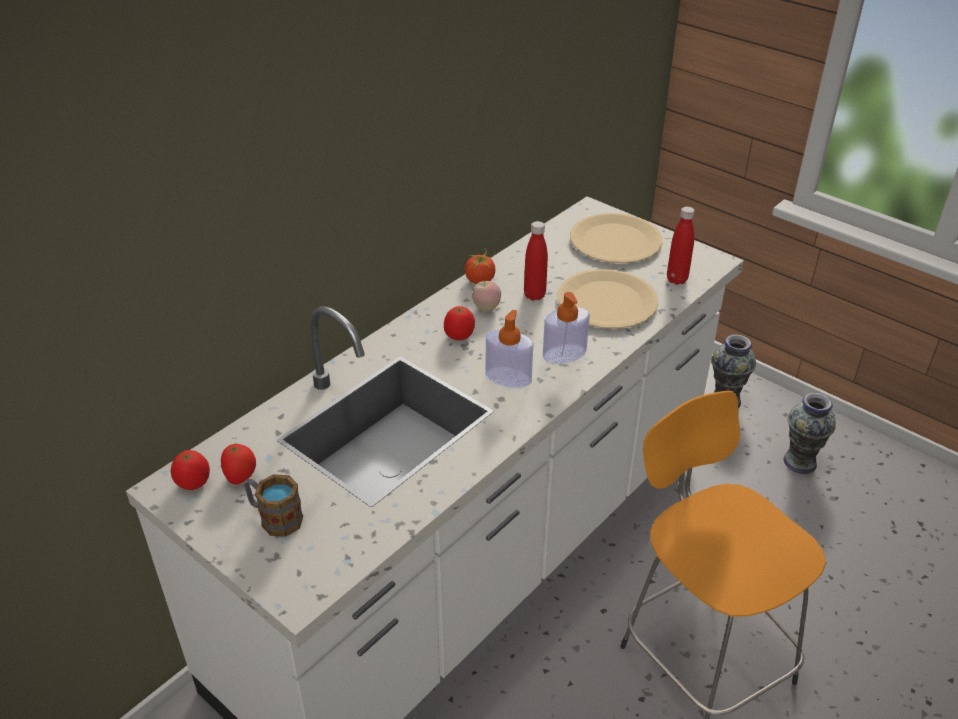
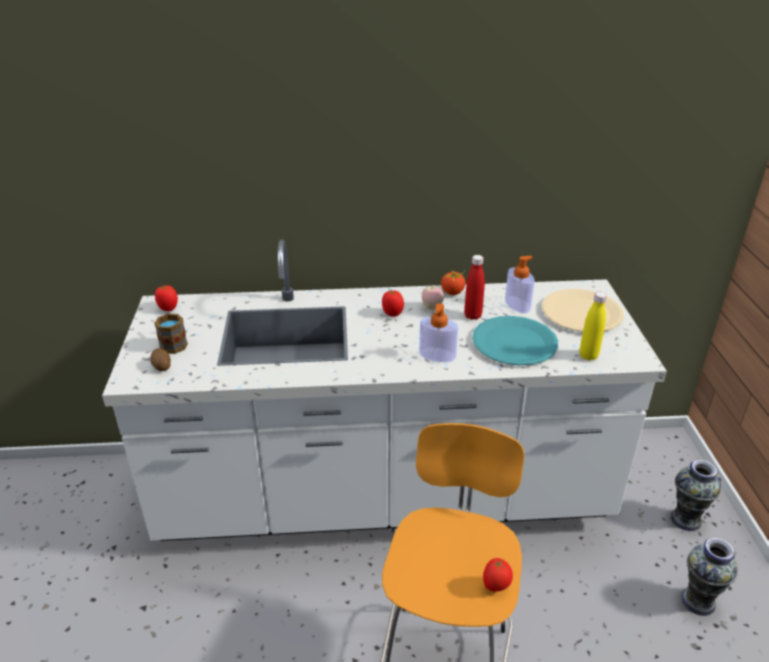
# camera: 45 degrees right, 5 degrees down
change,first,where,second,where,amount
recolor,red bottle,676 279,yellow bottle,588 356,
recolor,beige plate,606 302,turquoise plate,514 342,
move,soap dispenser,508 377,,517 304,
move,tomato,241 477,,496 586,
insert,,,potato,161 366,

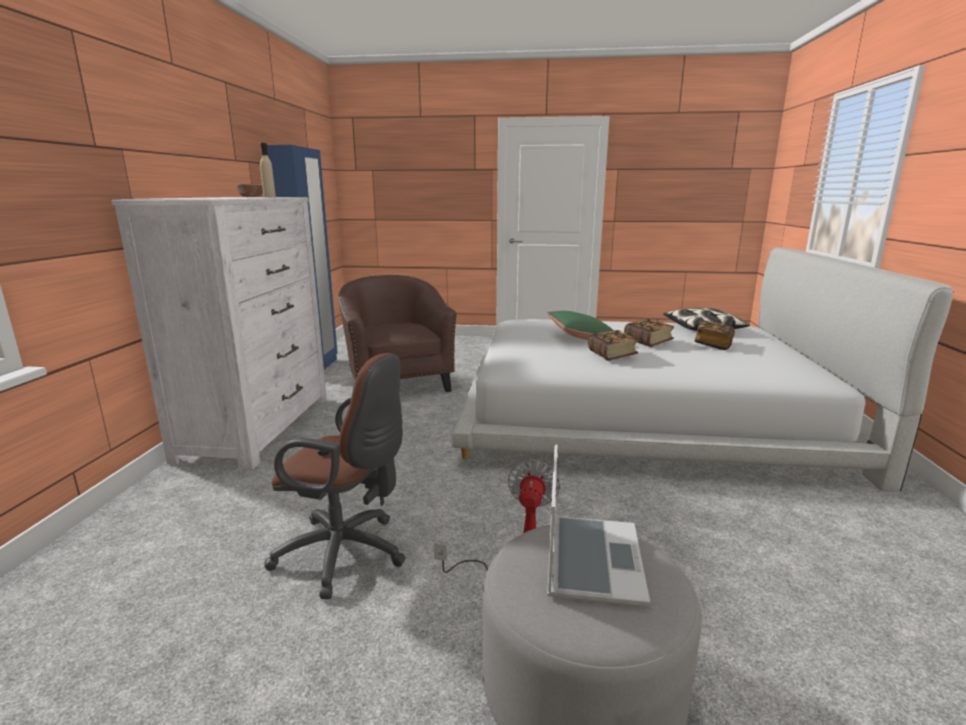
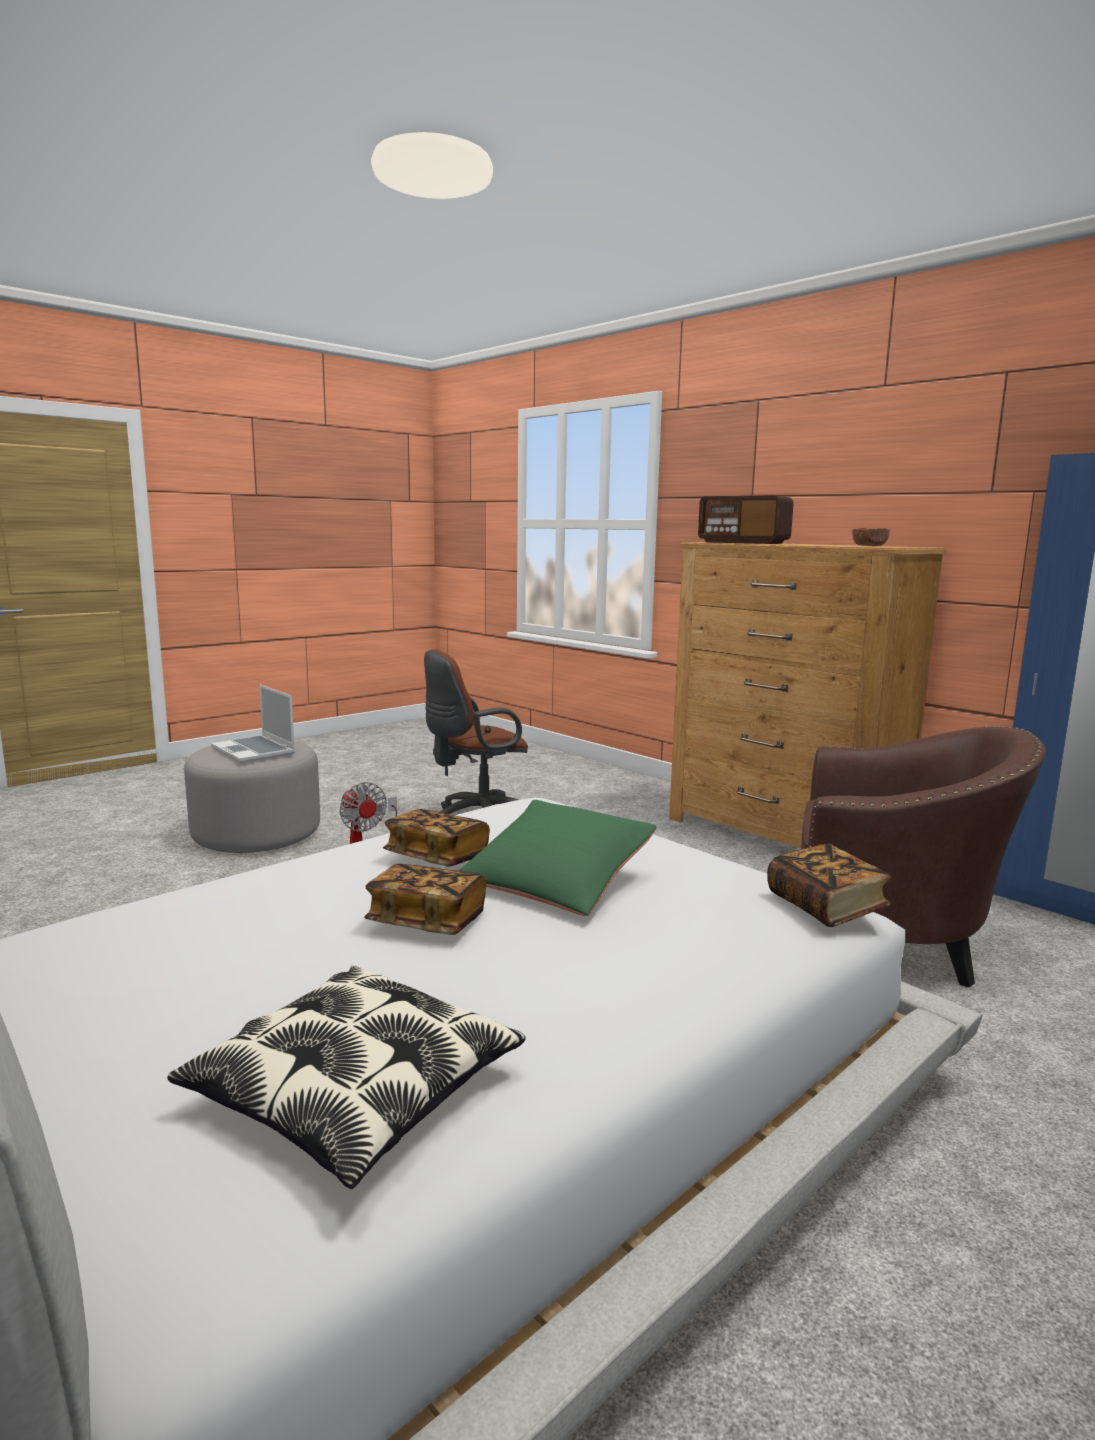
# camera: 130 degrees right, 5 degrees down
change,first,where,second,where,amount
delete,beige bottle,269 197,,,
recolor,white dresser,258 427,brown dresser,783 834,
move,book,713 344,,825 906,
insert,,,radio,743 543,

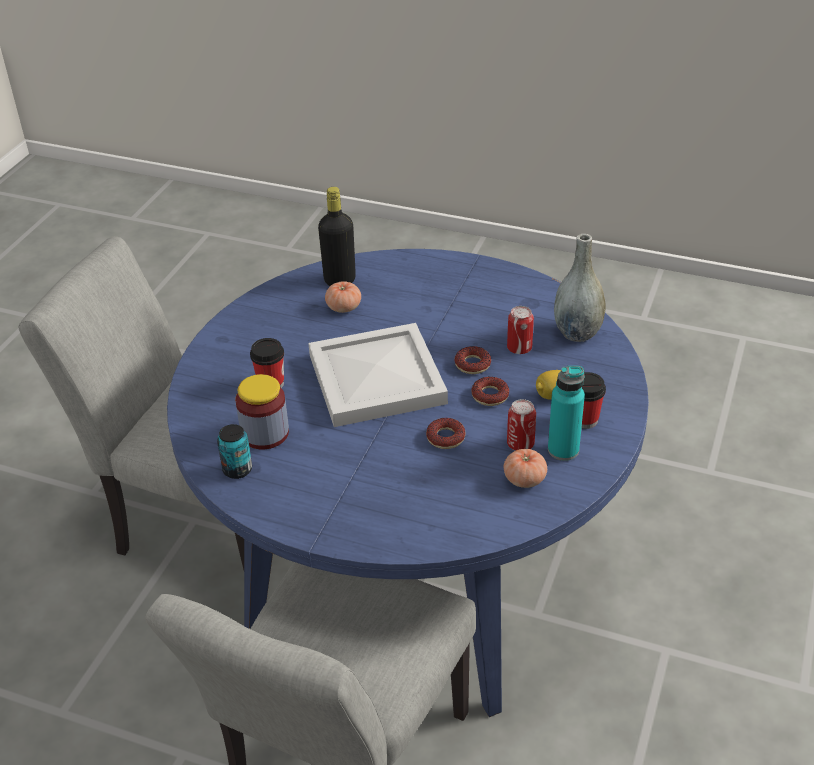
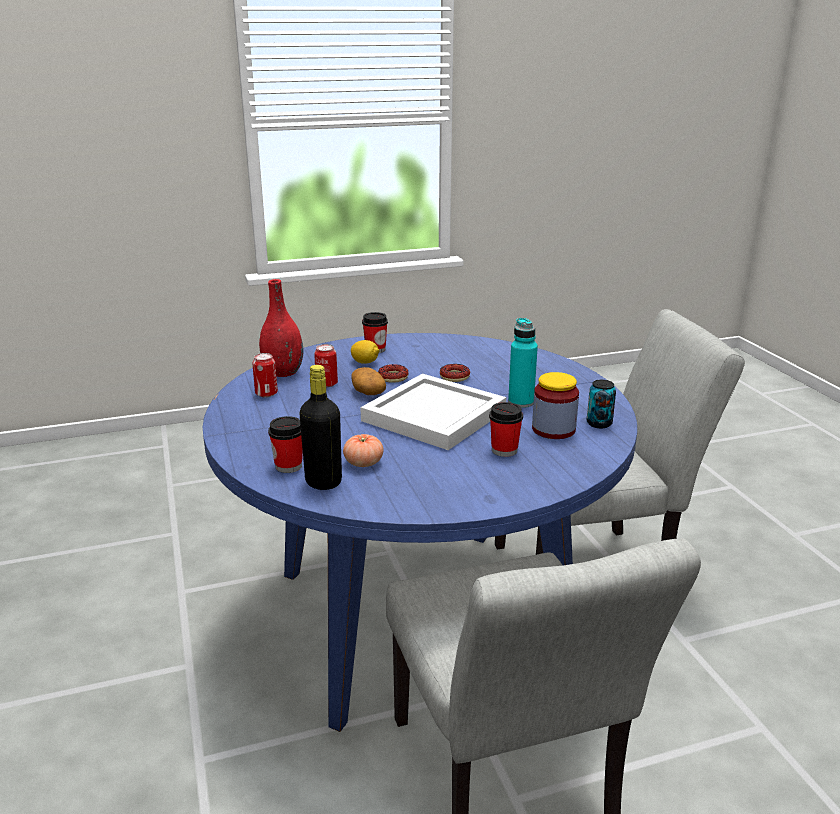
# camera: 130 degrees left, 15 degrees down
change,first,where,second,where,amount
recolor,grey vase,577 333,red vase,283 373,
replace,donut,472 364,potato,367 392,
move,turquoise bottle,563 450,,521 402,
move,can,520 444,,266 394,
delete,tomato,524 479,,,
insert,,,cup,288 466,

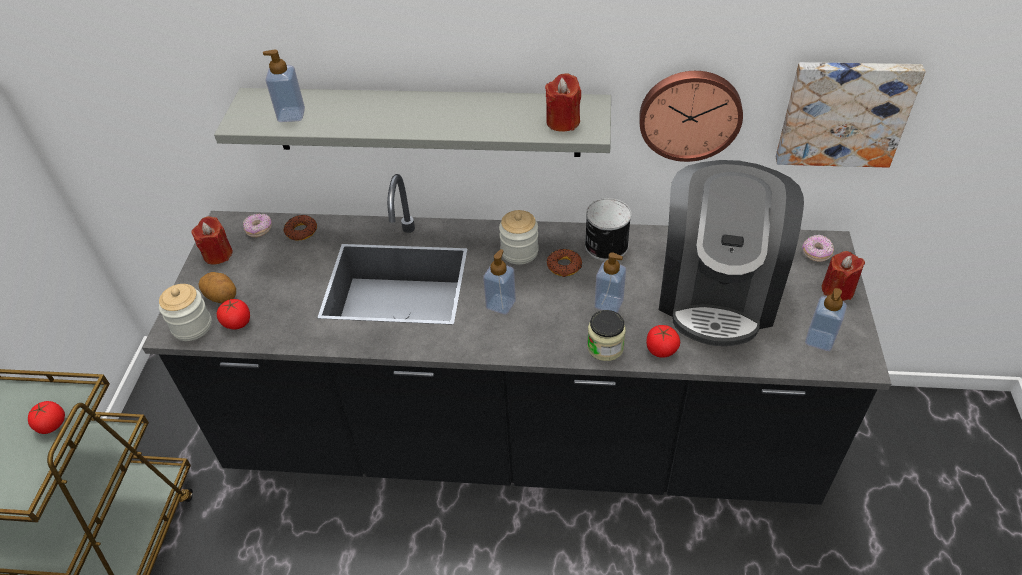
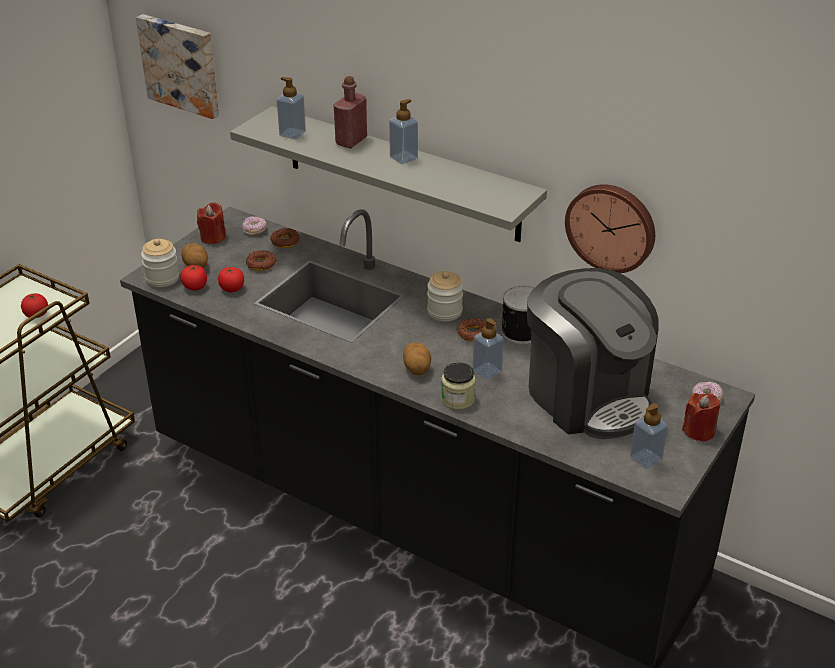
# camera: 25 degrees right, 10 degrees down
change,first,where,second,where,amount
move,picture,844 112,,181 64,
delete,red candle,563 122,,,
rotate,coffee machine,717 293,,587 396,75 degrees counterclockwise
move,soap dispenser,501 304,,403 158,
move,tomato,661 350,,232 288,
insert,,,red bottle,351 141,
insert,,,donut,261 264,
insert,,,potato,417 369,

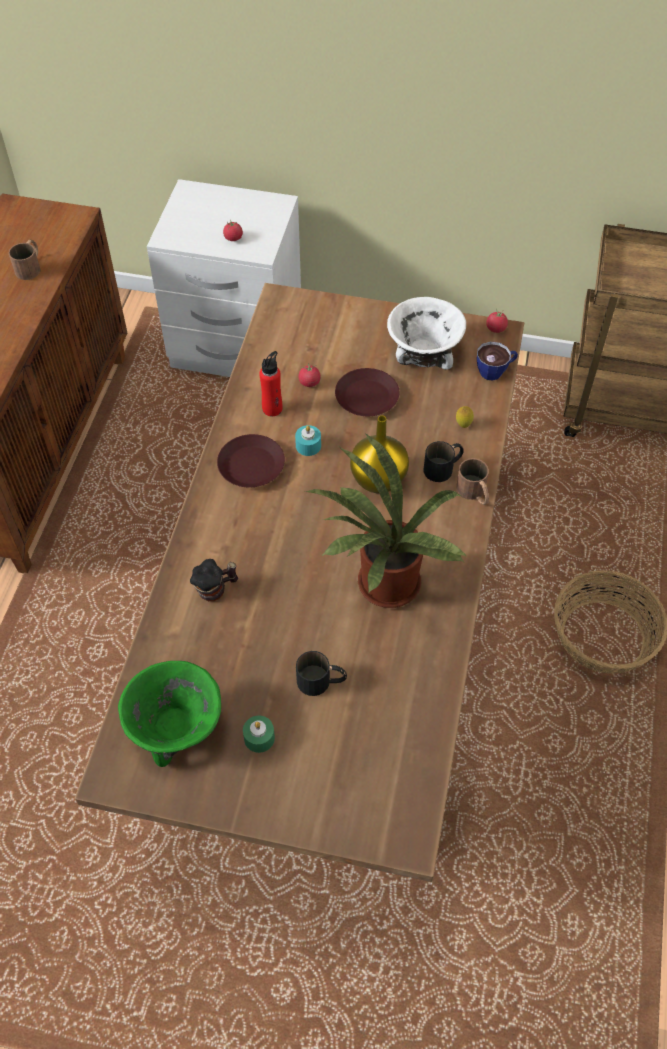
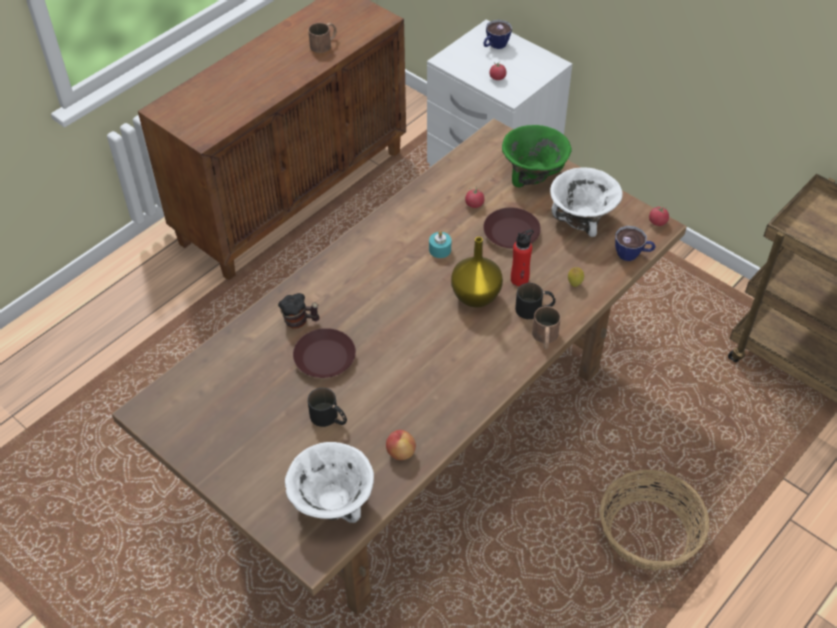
# camera: 30 degrees right, 5 degrees down
change,first,where,second,where,amount
move,red bottle,272 408,,519 279,
delete,potted plant,383 588,,,
move,brown plate,251 465,,325 357,
move,green bowl,176 729,,533 174,
delete,green candle,259 738,,,
insert,,,cup,495 46,
insert,,,apple,400 452,
insert,,,white bowl,333 502,

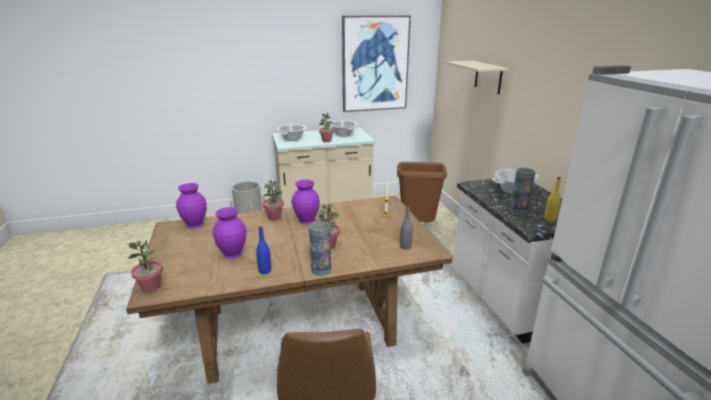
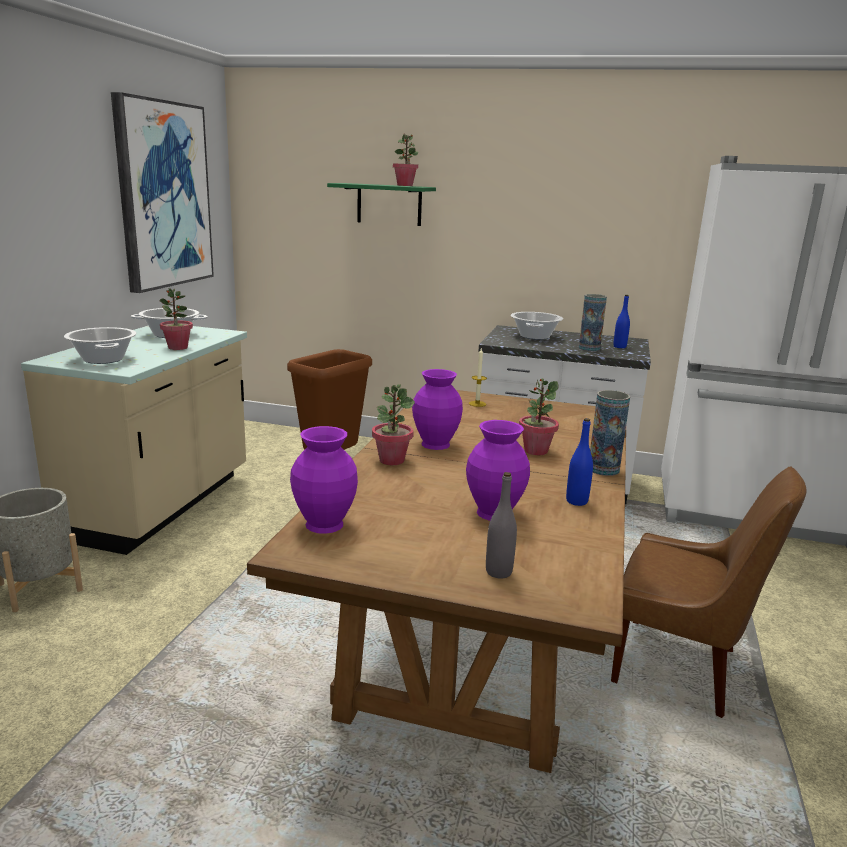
# camera: 60 degrees left, 5 degrees down
change,first,where,second,where,amount
recolor,beige shelf,488 77,green shelf,389 204,
recolor,yellow bottle,550 219,blue bottle,619 347,
move,grey bottle,405 246,,498 572,
move,potted plant,151 287,,405 185,

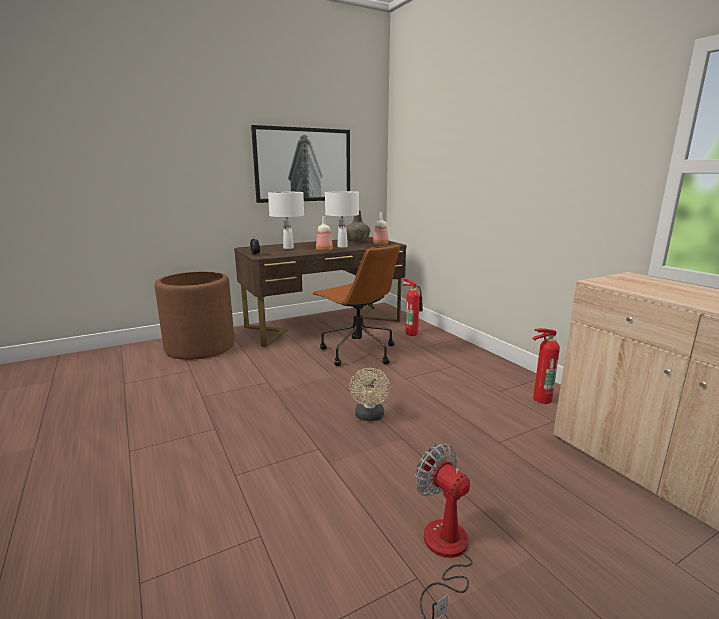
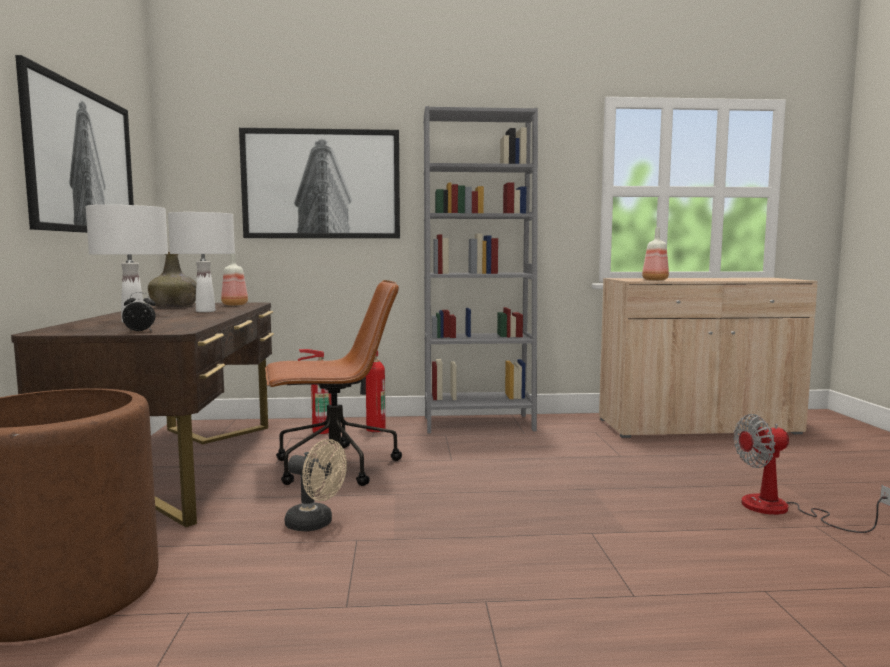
# camera: 65 degrees left, 10 degrees down
change,first,where,second,where,amount
move,bottle,323 250,,654 280,
move,fire extinguisher,539 399,,373 430,
move,beige fan,369 417,,315 524,
insert,,,grey bookcase,478 423,
insert,,,picture,321 184,

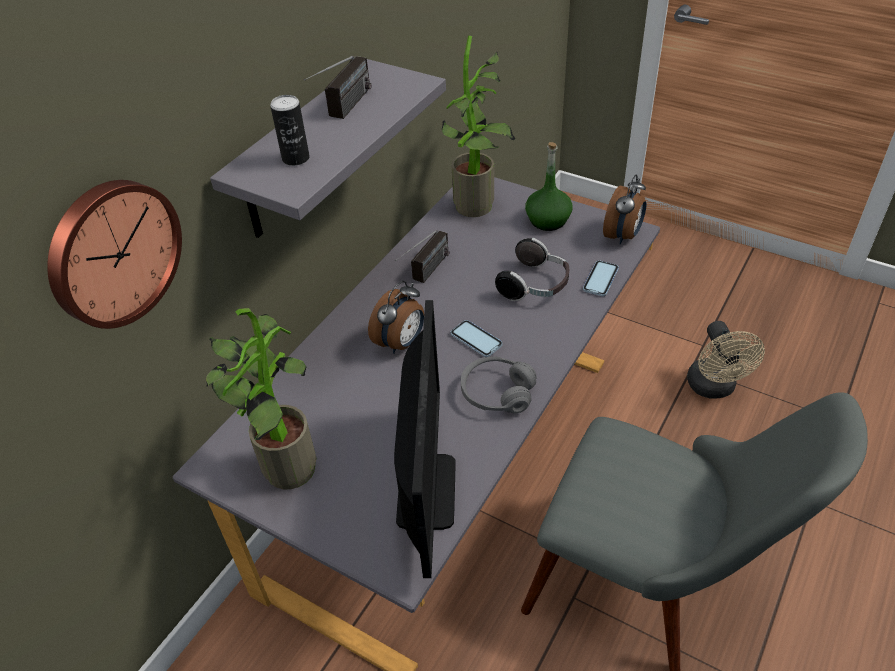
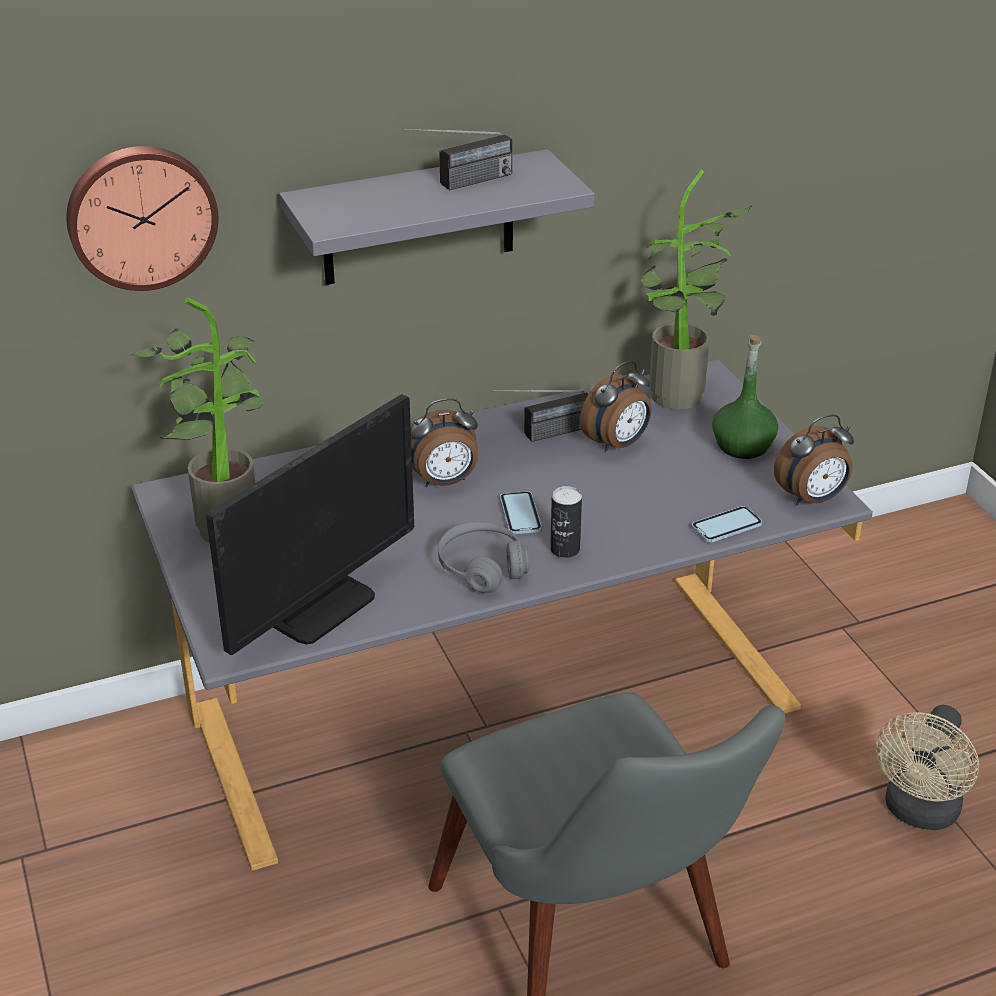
# camera: 35 degrees right, 10 degrees down
change,first,where,second,where,amount
move,can,296 158,,565 549,
delete,headphones,535 285,,,
insert,,,alarm clock,617 444,

